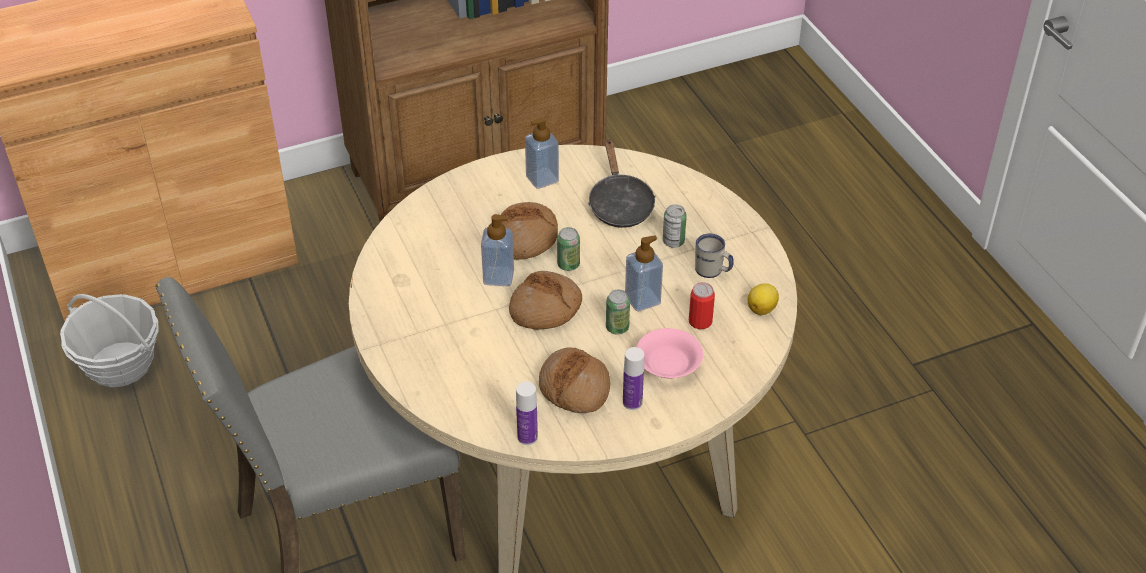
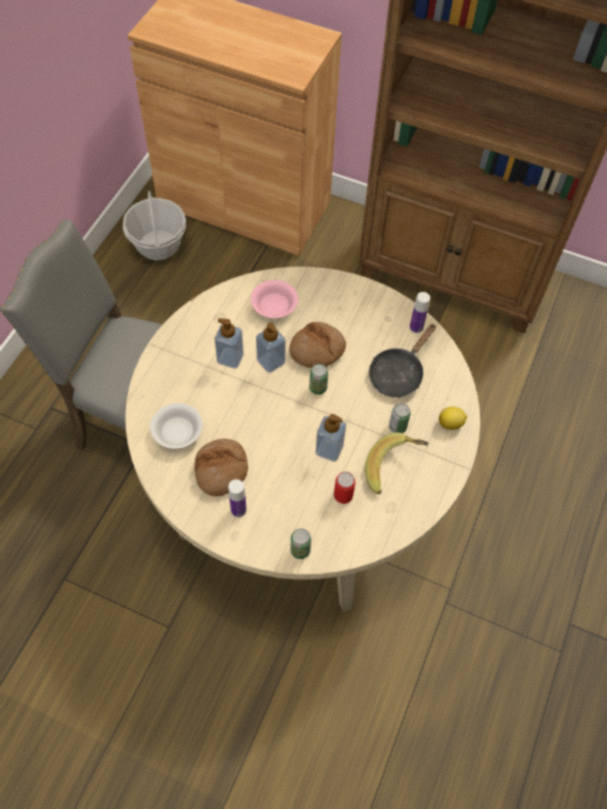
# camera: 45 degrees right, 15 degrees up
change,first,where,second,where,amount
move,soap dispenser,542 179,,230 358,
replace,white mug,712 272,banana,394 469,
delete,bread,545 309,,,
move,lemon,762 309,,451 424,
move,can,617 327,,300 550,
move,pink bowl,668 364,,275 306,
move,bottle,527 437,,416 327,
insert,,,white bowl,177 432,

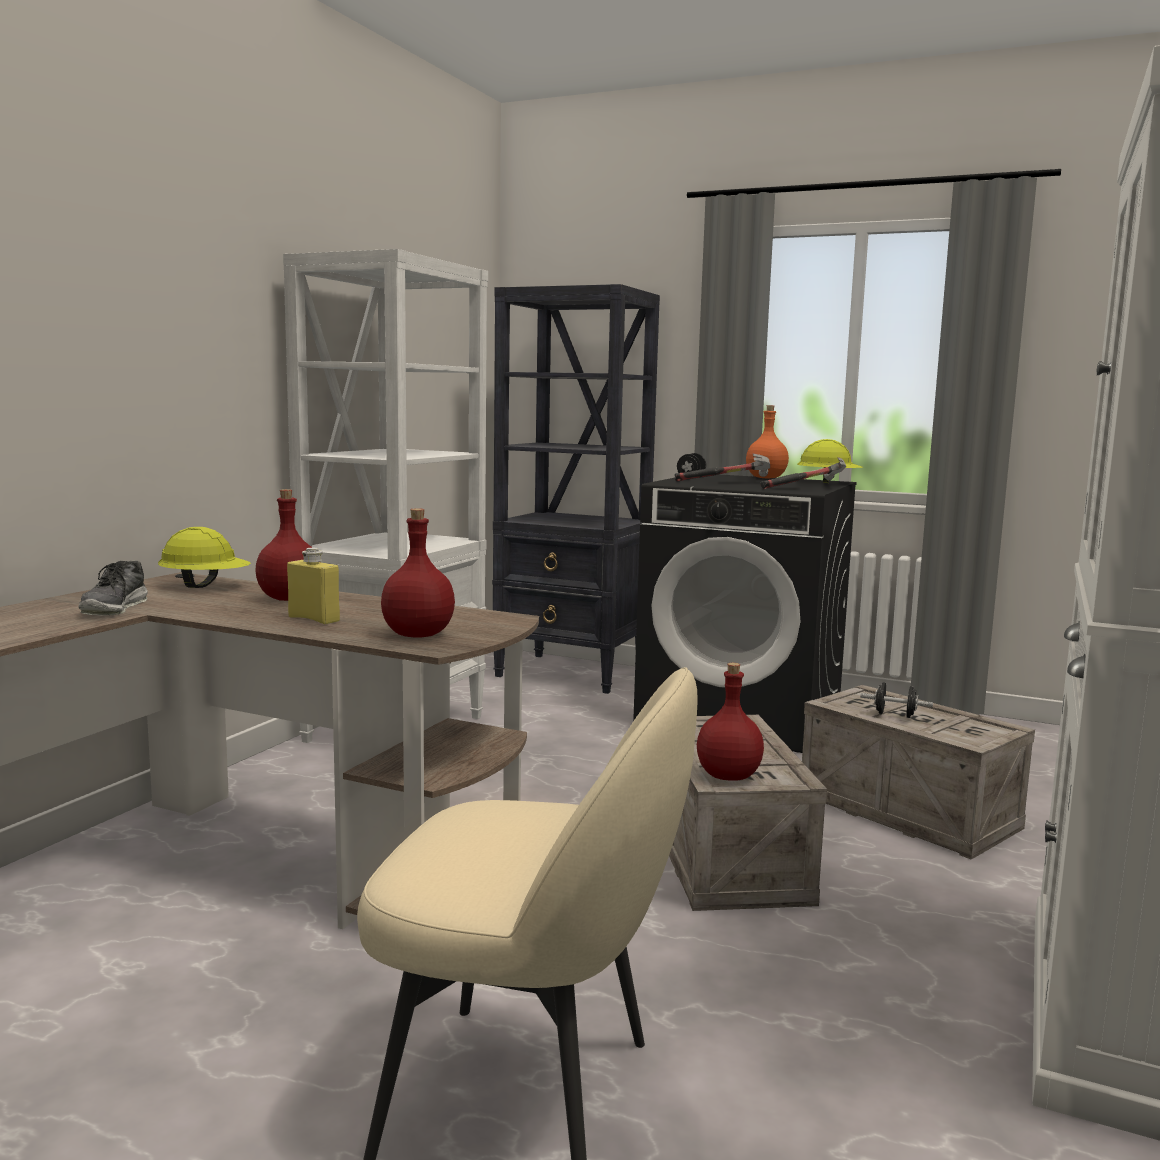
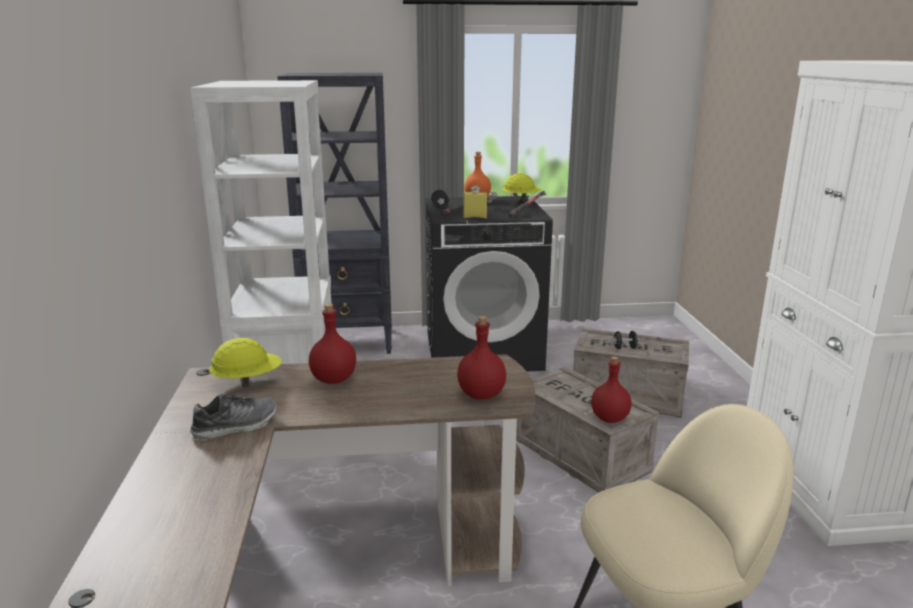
# camera: 30 degrees left, 10 degrees up
change,first,where,second,where,amount
move,yellow bottle,314 619,,475 217,
rotate,shoe,115 608,,235 427,90 degrees counterclockwise

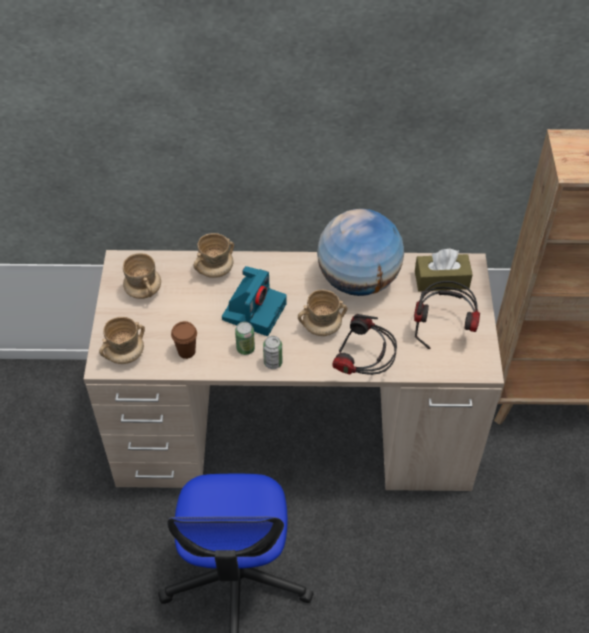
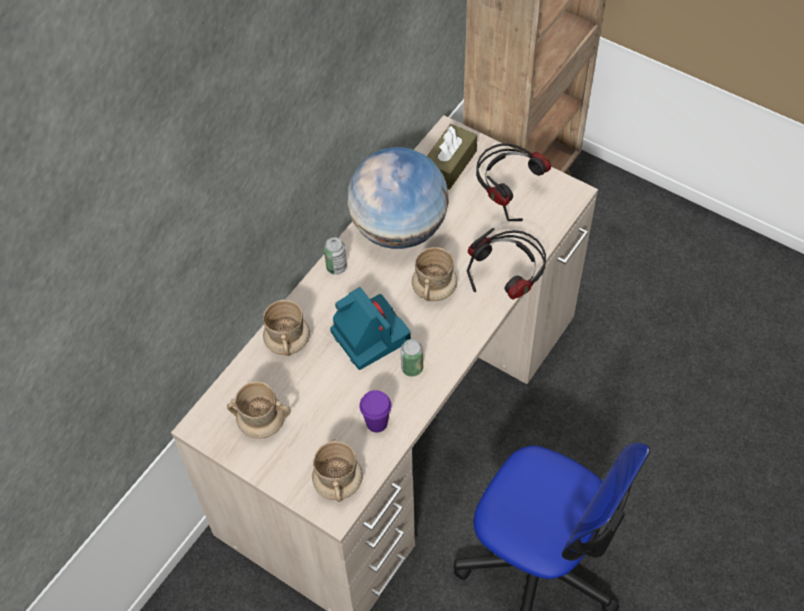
# camera: 55 degrees left, 5 degrees up
change,first,where,second,where,amount
recolor,brown cup,186 351,purple cup,376 423,
move,can,273 363,,336 267,

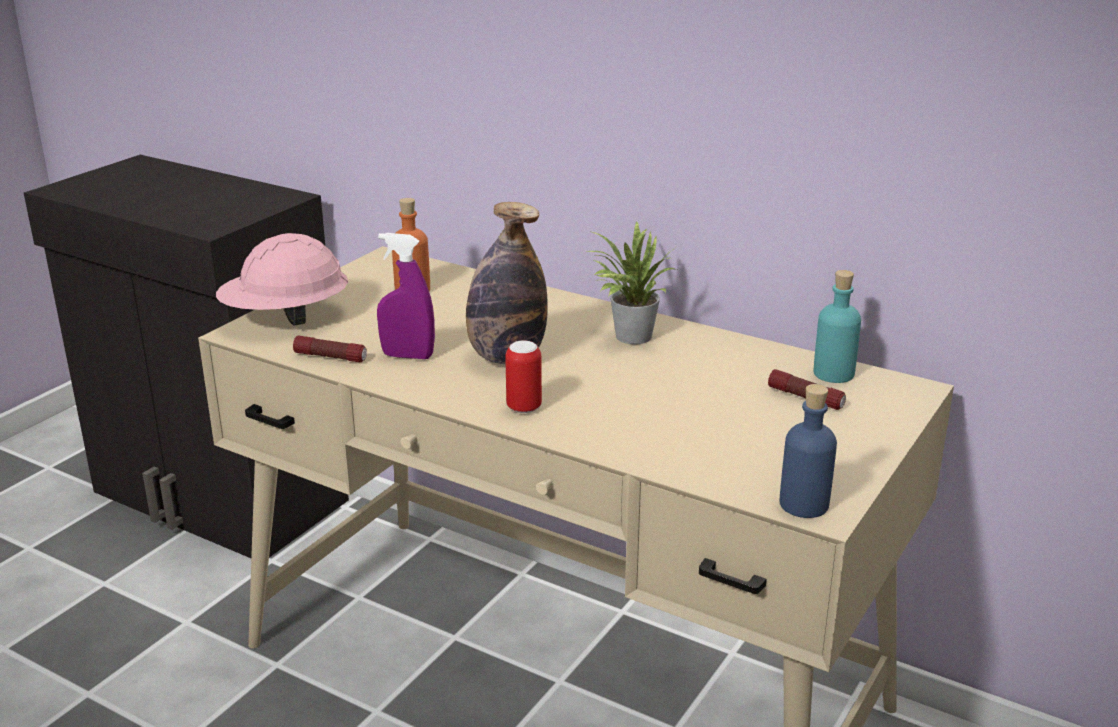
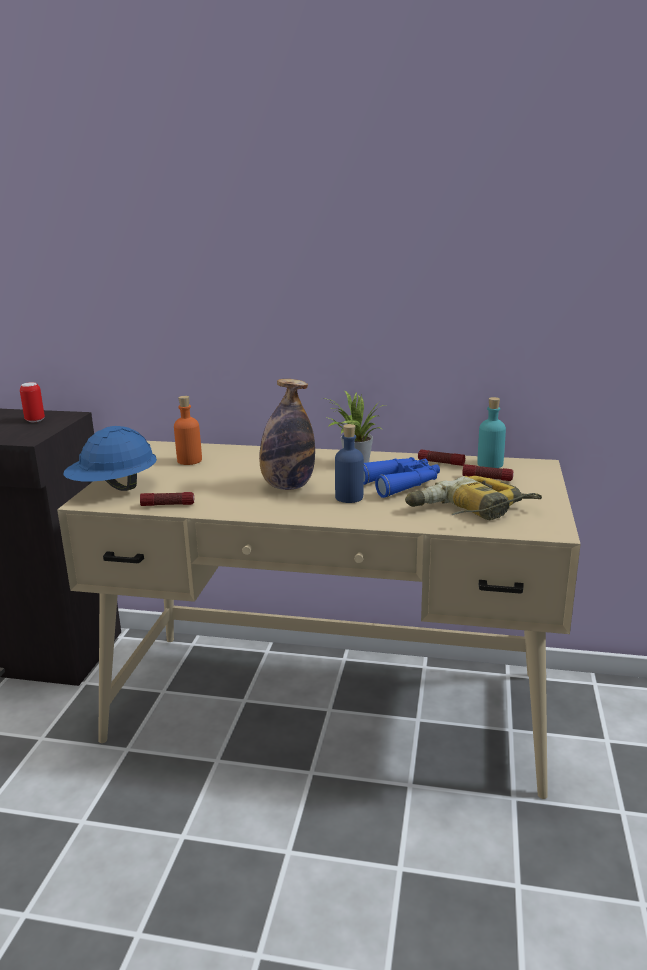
# camera: 20 degrees left, 5 degrees down
change,first,where,second,where,amount
recolor,pink hard hat,286 318,blue hard hat,114 488,
delete,purple spray bottle,407 356,,,
move,can,524 407,,35 420,
move,blue bottle,804 504,,349 497,
insert,,,flashlight,441 463,
insert,,,blue binoculars,401 484,
insert,,,power drill,470 511,

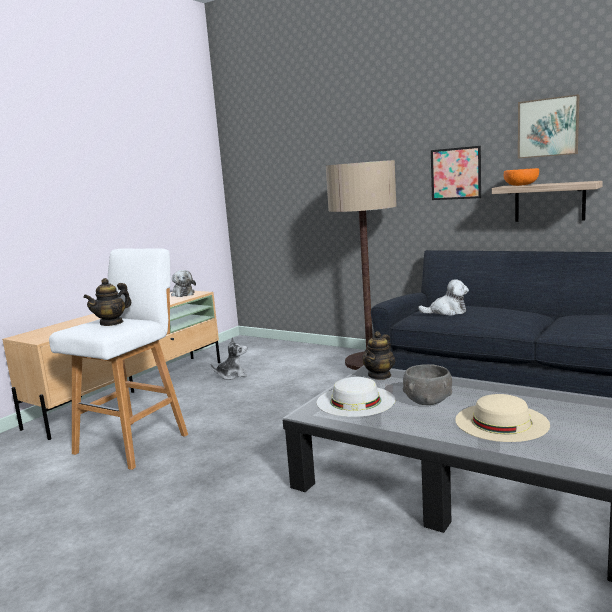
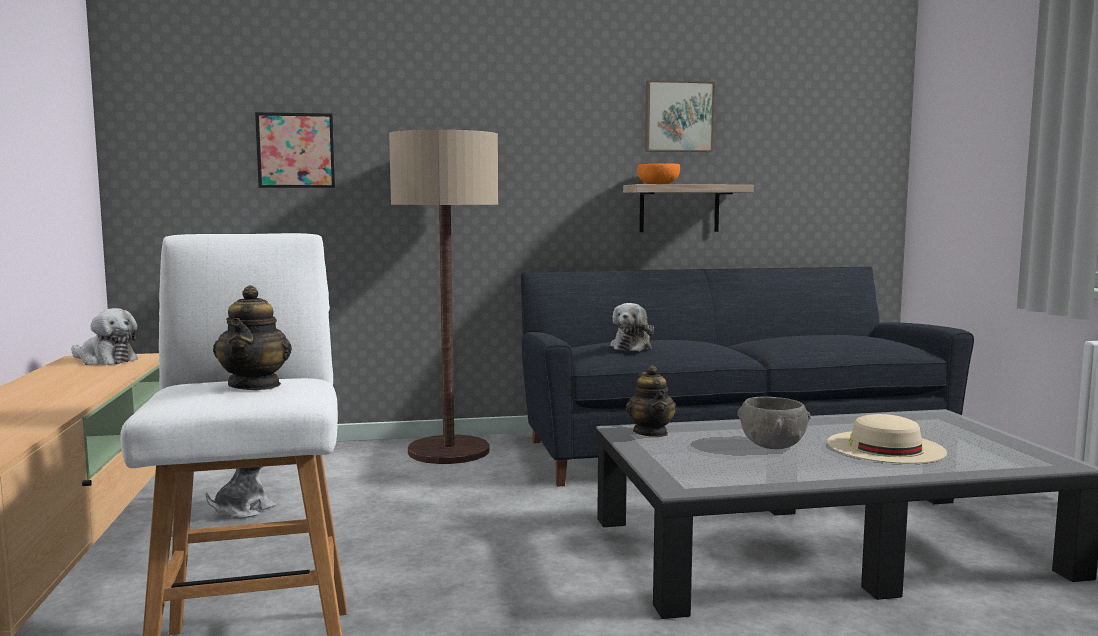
# camera: 45 degrees left, 5 degrees down
change,first,where,second,where,amount
move,picture,456 173,,295 150,
rotate,plush toy,447 312,,632 346,150 degrees clockwise
delete,white hat,355 401,,,

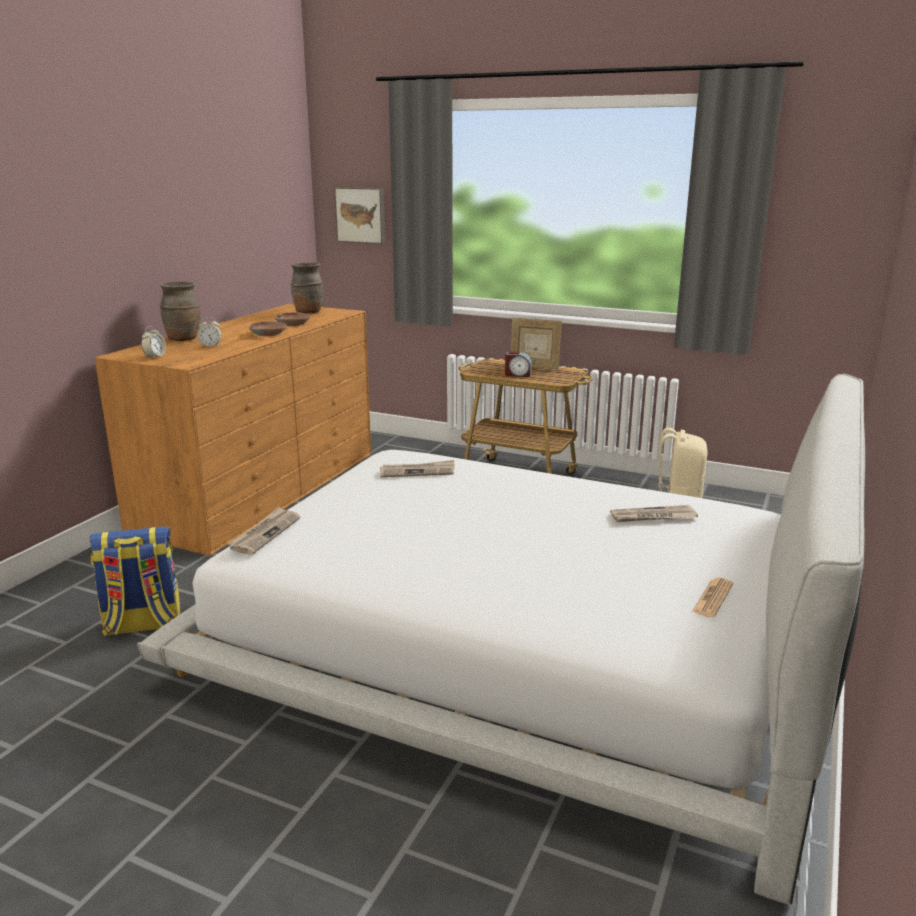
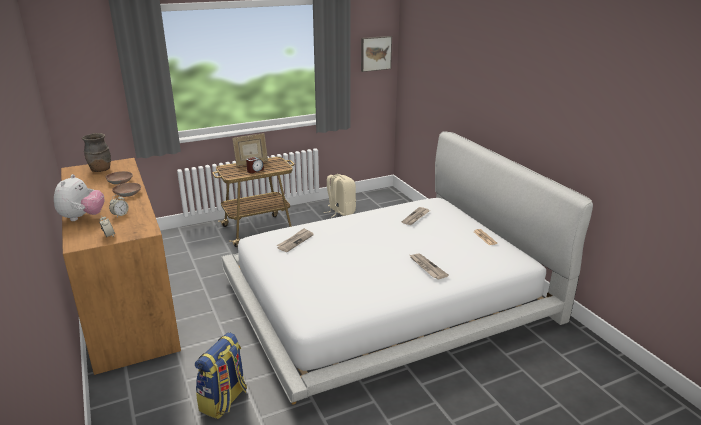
# camera: 50 degrees left, 5 degrees up
change,first,where,second,where,amount
move,picture,361 215,,375 53,
replace,brown vase,183 339,plush toy,82 217,
move,newspaper,265 533,,427 267,

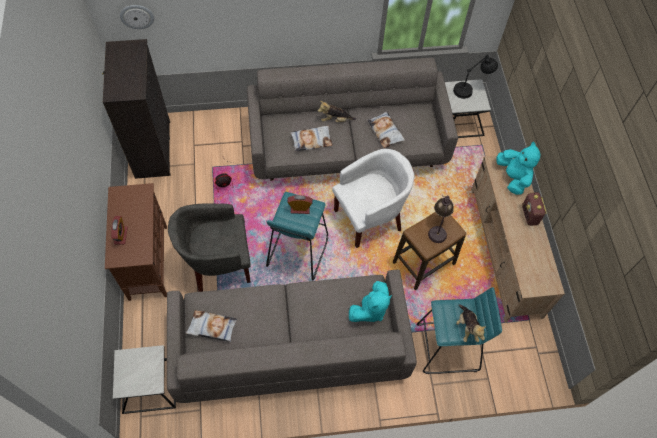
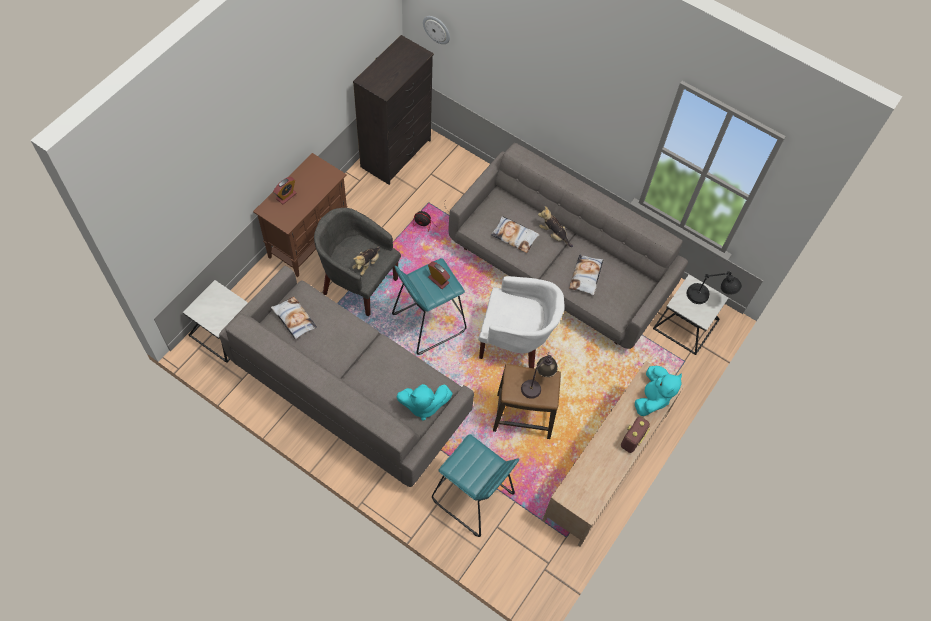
# camera: 40 degrees right, 0 degrees up
change,first,where,second,where,amount
move,plush toy,467 327,,367 264,

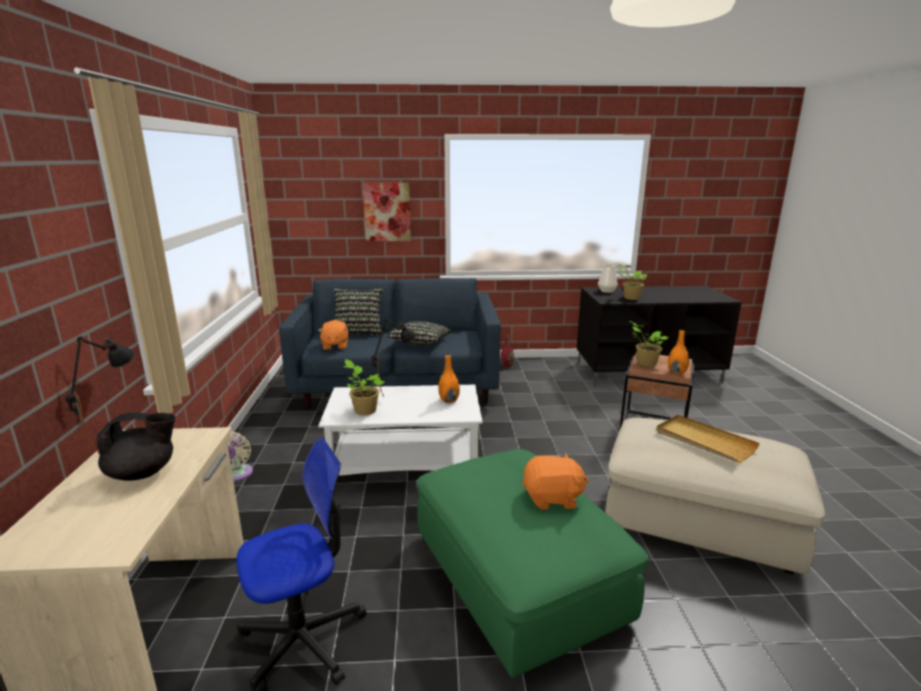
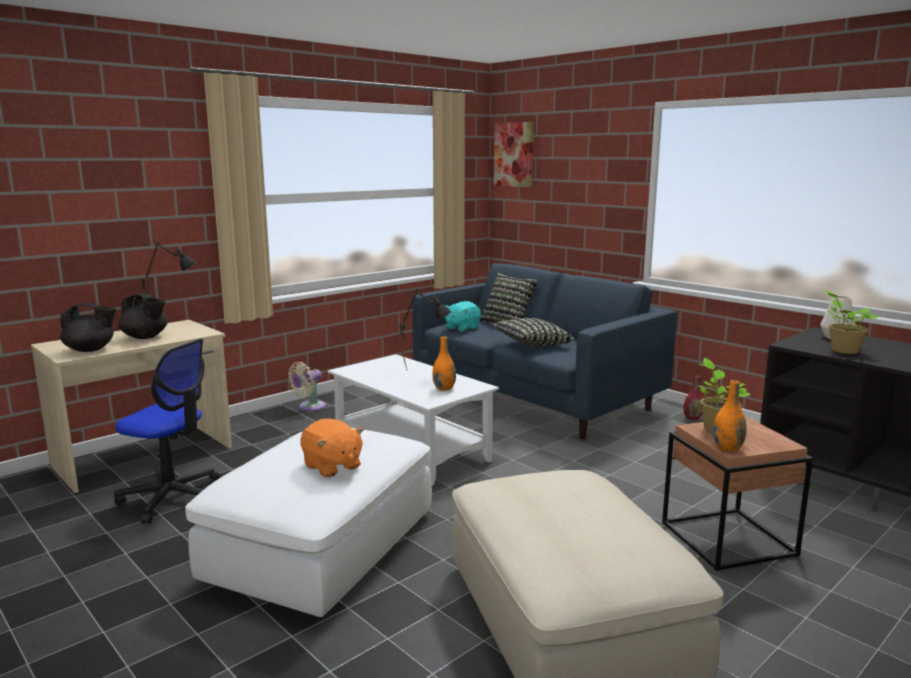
# camera: 50 degrees right, 5 degrees down
change,first,where,second,where,amount
move,picture,387 212,,514 154,
recolor,orange plush toy,335 346,turquoise plush toy,461 328,
delete,potted plant,364 410,,,
delete,beige tray,704 441,,,
recolor,green ottoman,516 576,white ottoman,322 546,
insert,,,black teapot,90 350,

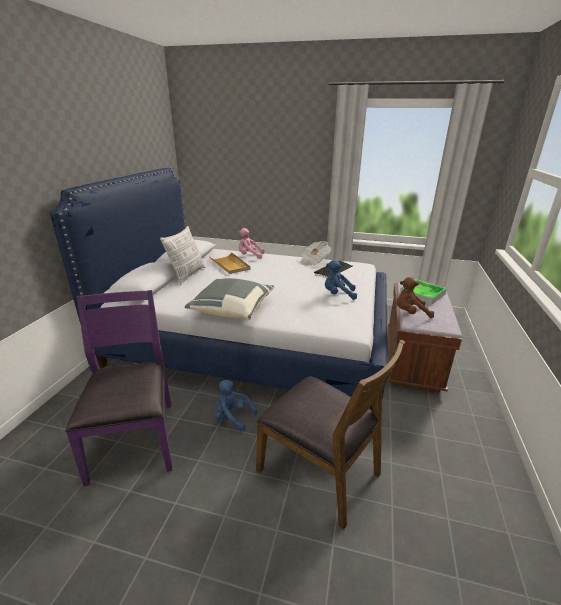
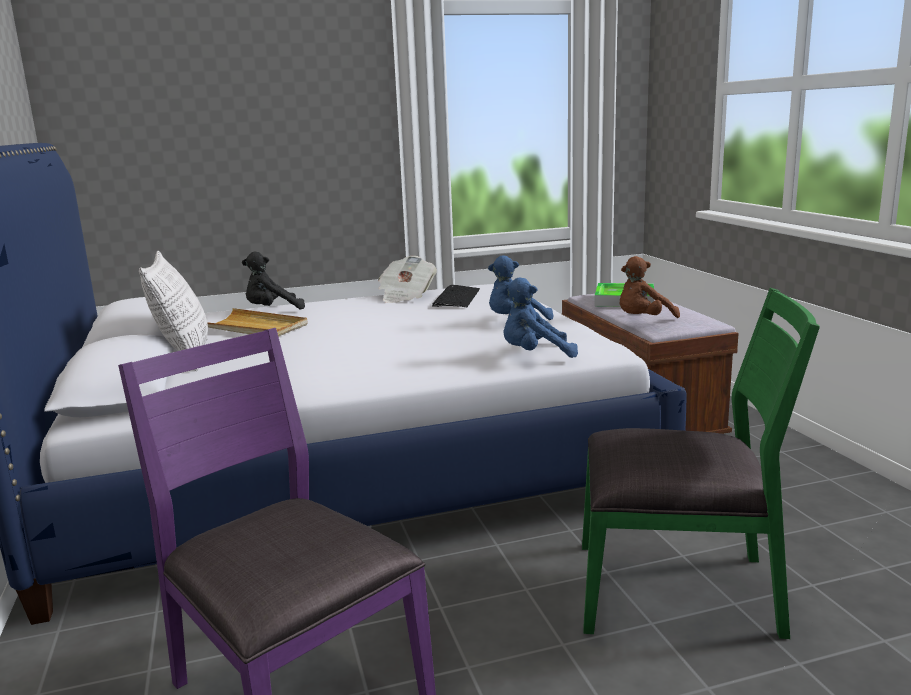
# camera: 30 degrees left, 10 degrees down
change,first,where,second,where,amount
recolor,pink plush toy,249 256,black plush toy,272 311,
delete,grey pillow,232 310,,,
recolor,brown chair,320 470,green chair,677 590,
move,blue plush toy,233 417,,535 355,

